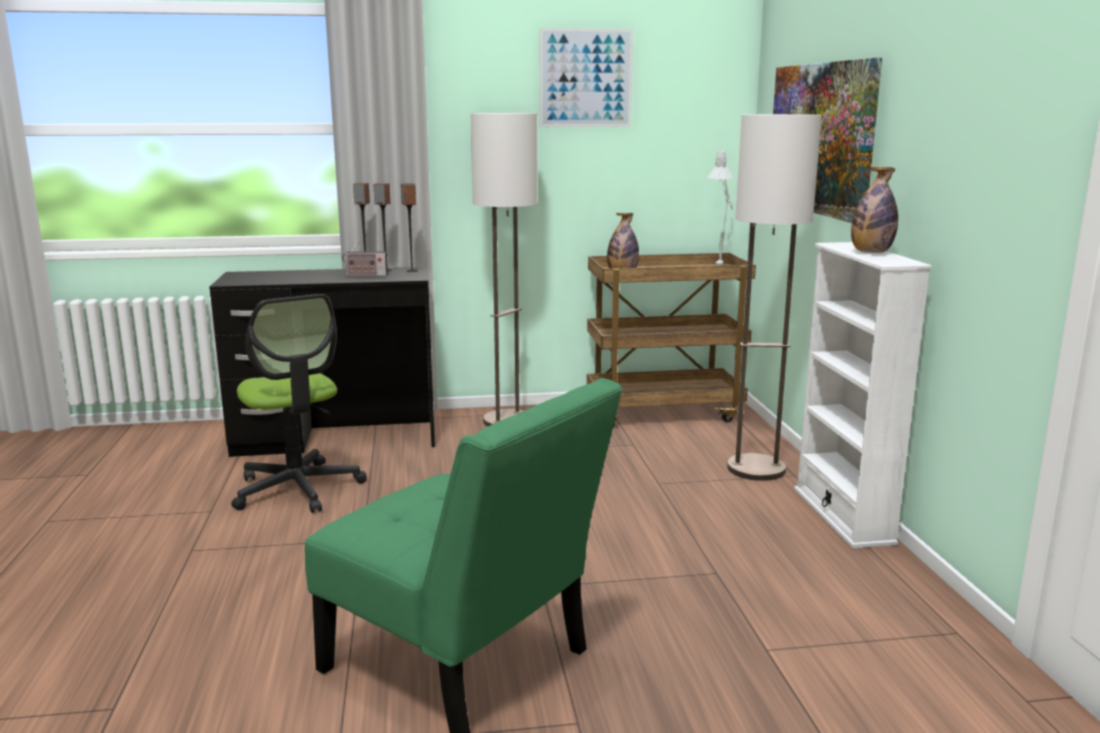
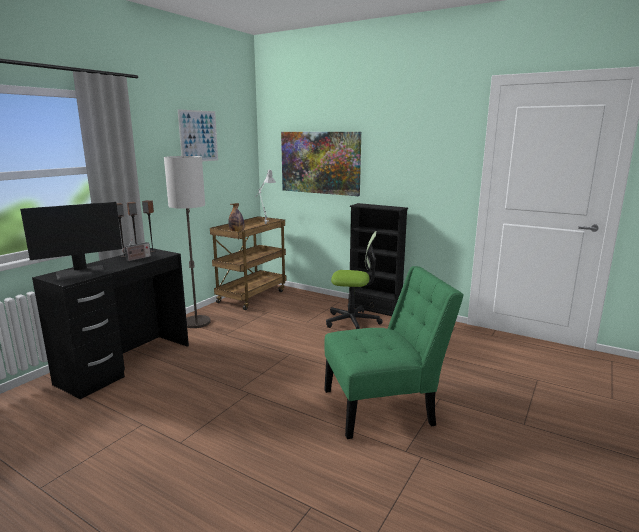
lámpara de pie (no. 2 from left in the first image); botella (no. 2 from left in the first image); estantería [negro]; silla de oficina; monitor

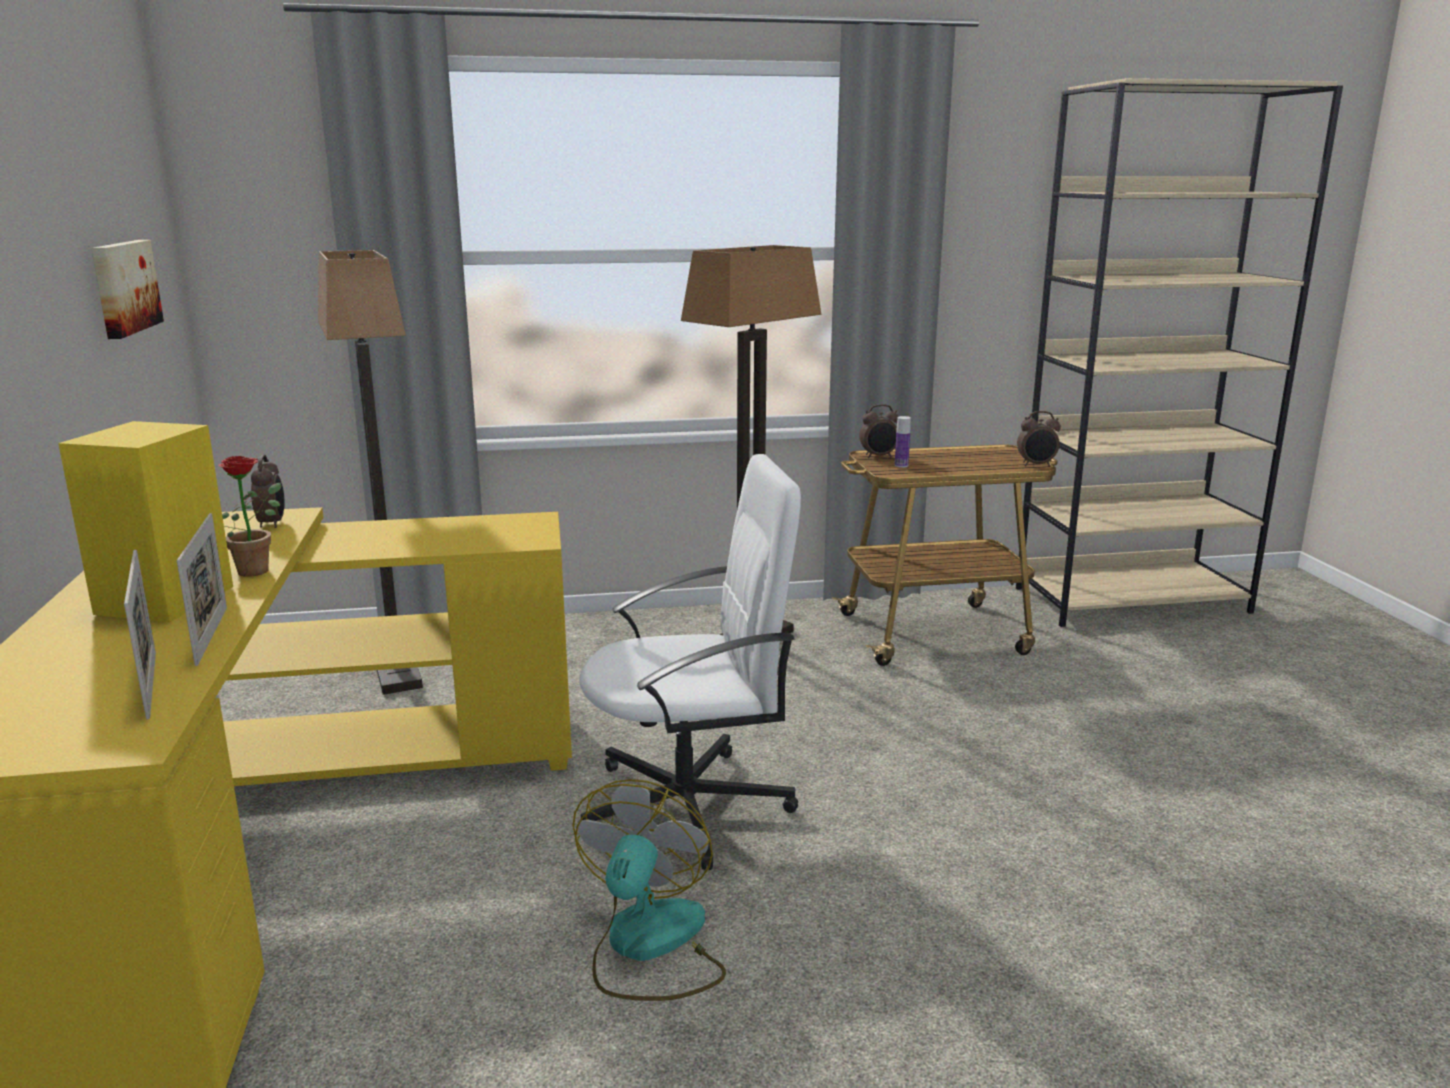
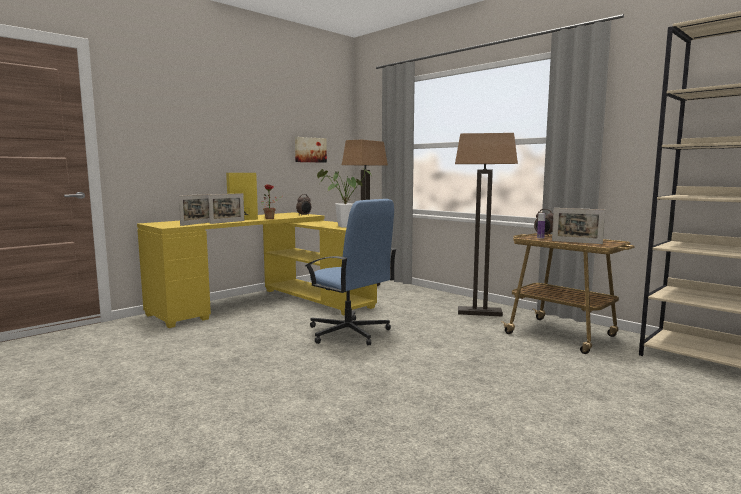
despertador (no. 3 from left in the first image); silla de oficina [azul]; ventilador; planta en maceta (no. 2 from left); portarretratos (no. 3 from left)

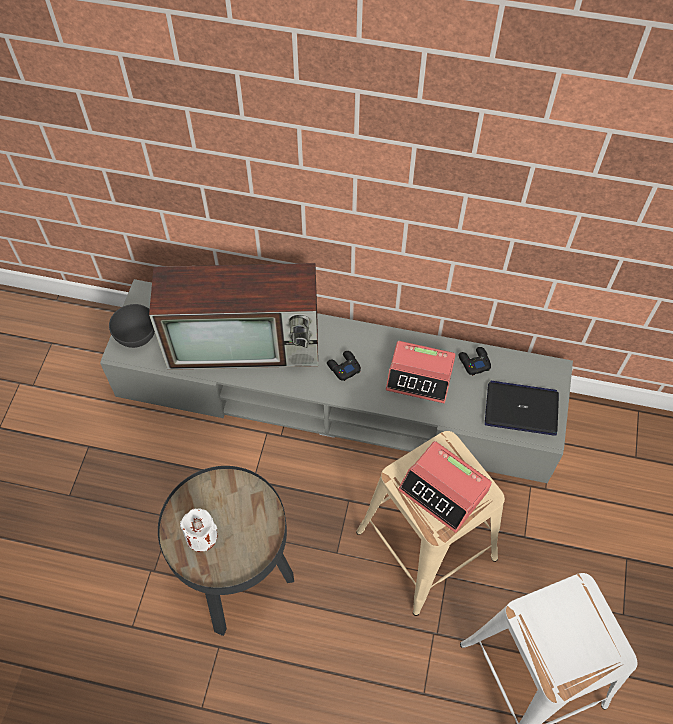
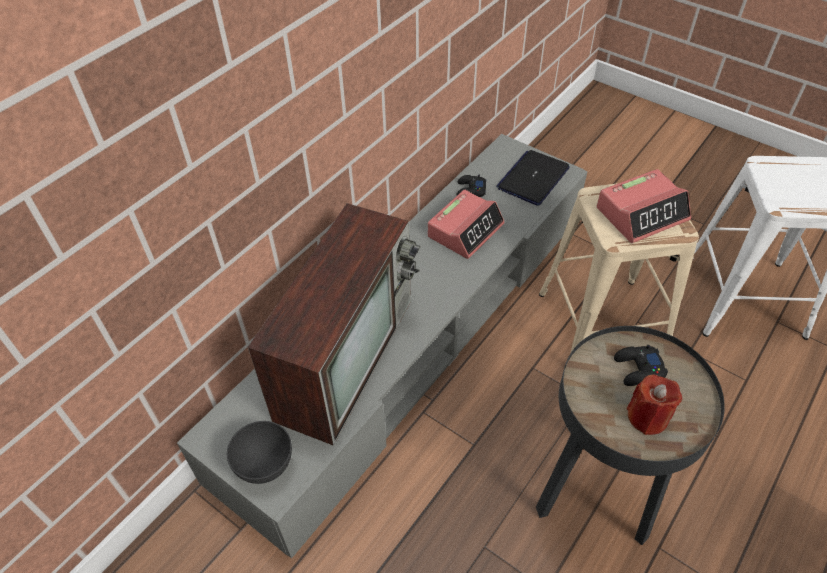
mando de consola [negro] (no. 2 from left); vela [rojo]

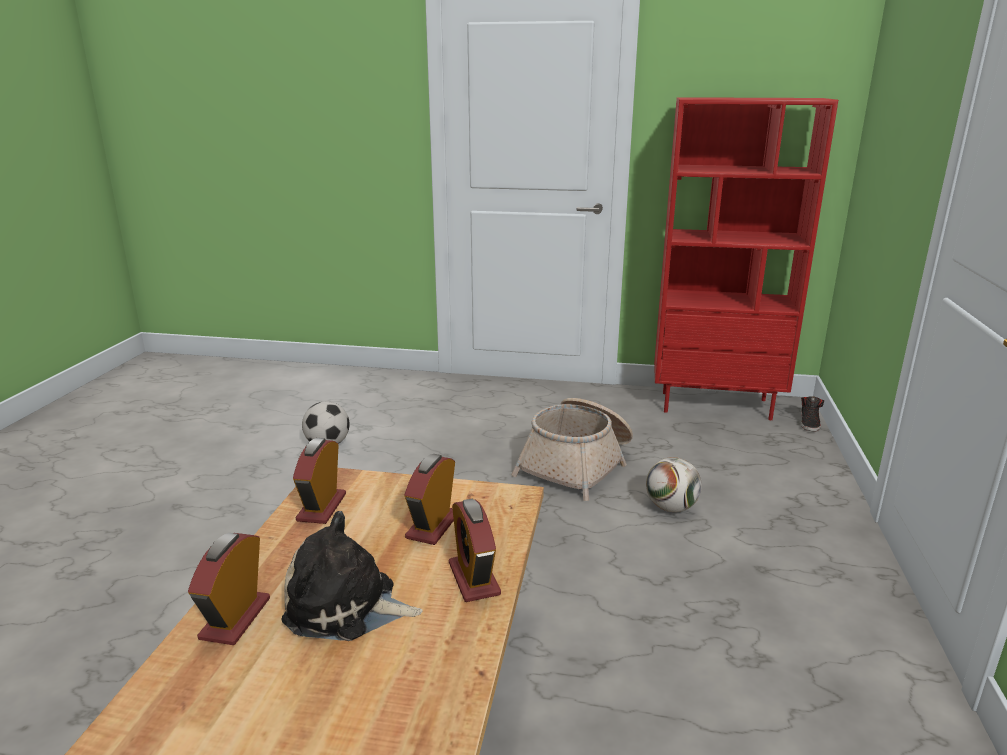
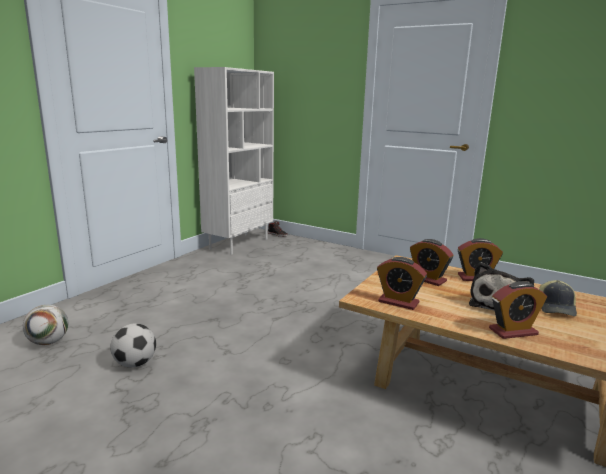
estantería [blanco]; cesta; balón de fútbol (no. 1 from left); despertador (no. 4 from left); gorra

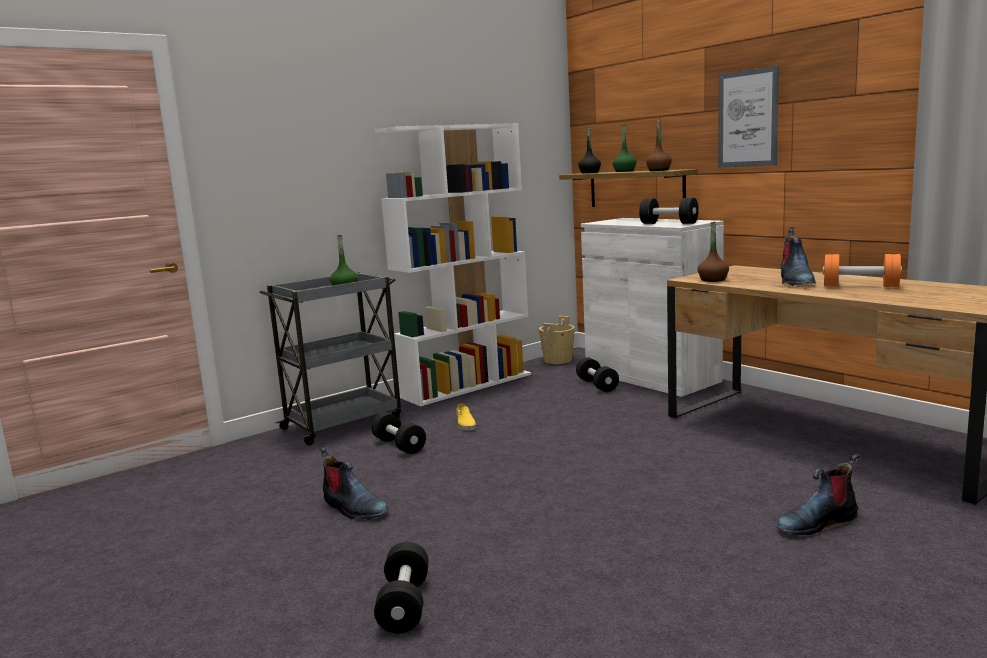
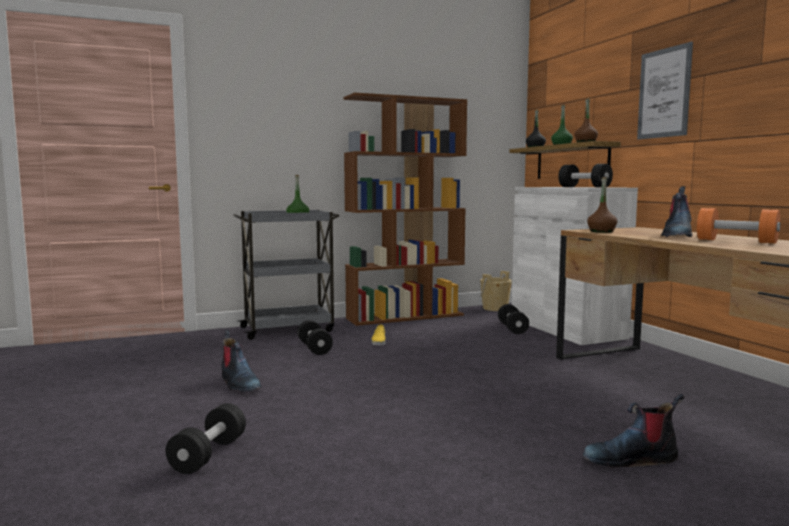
estantería [marrón]

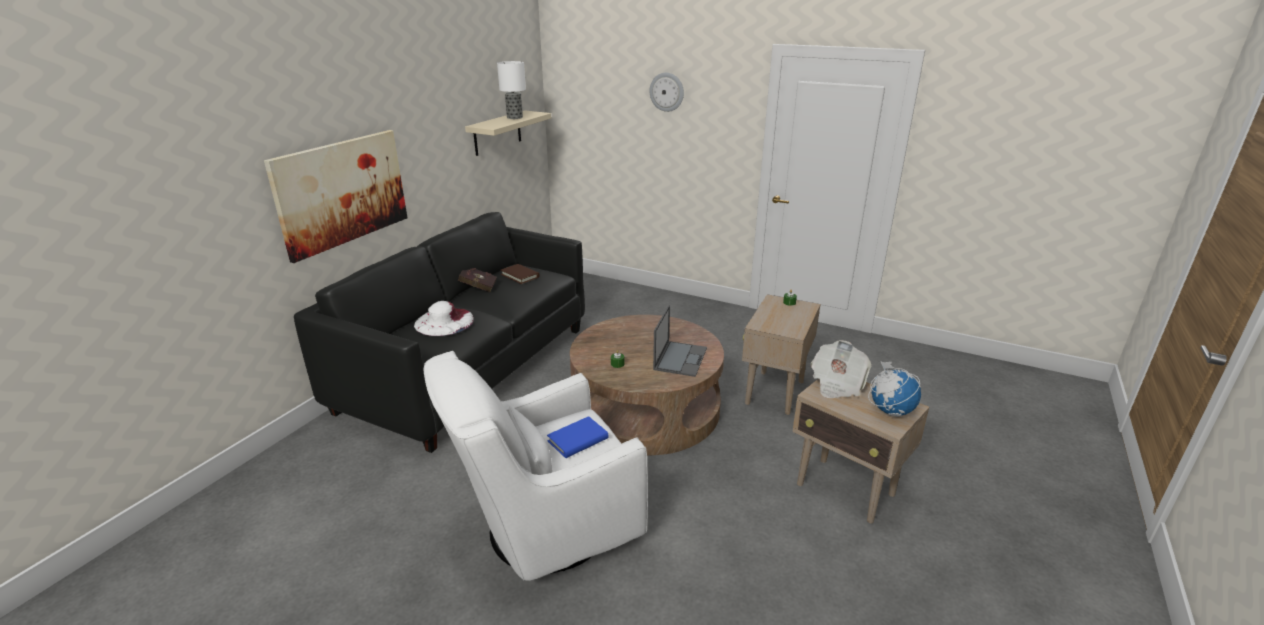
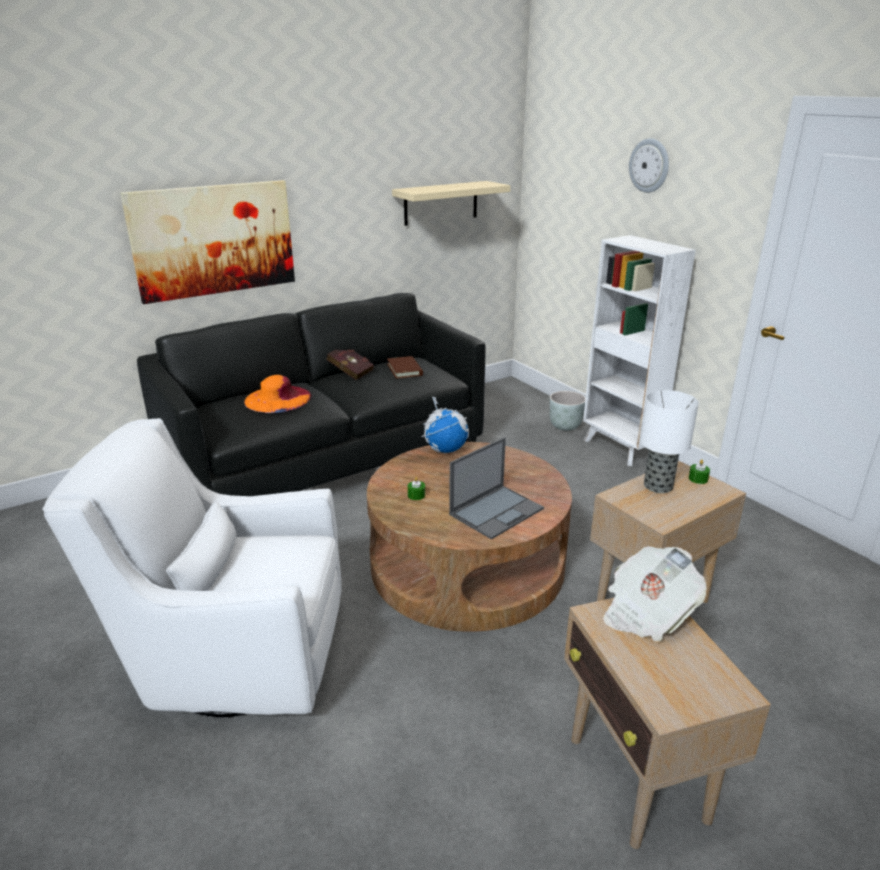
lámpara de mesa; sombrero [naranja]; globo terráqueo; libro [azul]; estantería [blanco]; maceta [gris]

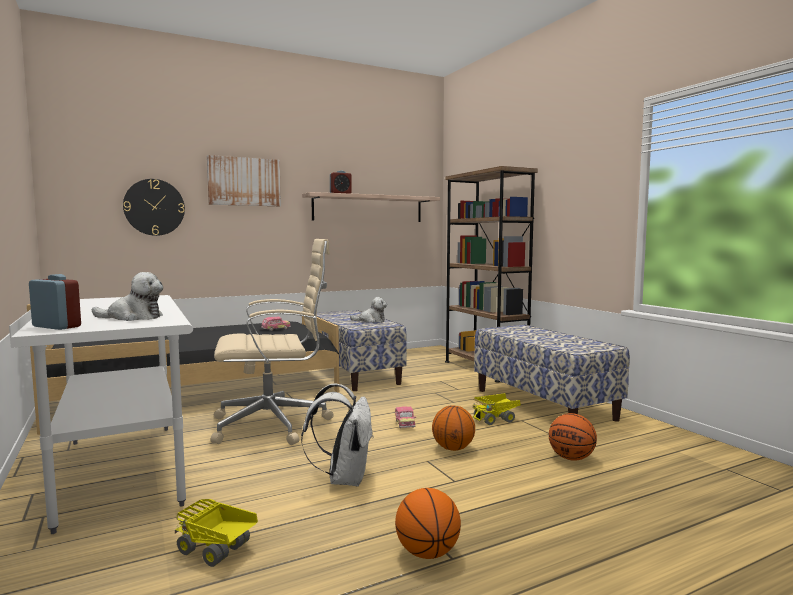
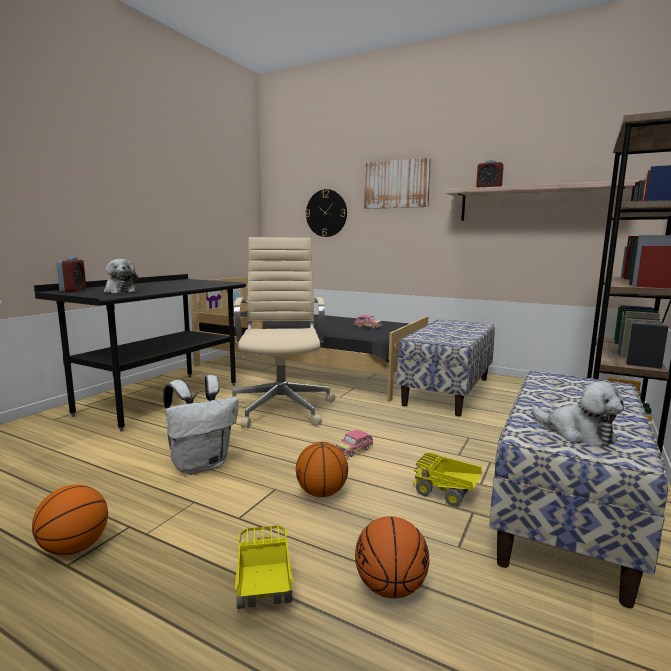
silla de oficina [beis]; escritorio [negro]; peluche (no. 2 from left); camión de juguete (no. 1 from left)

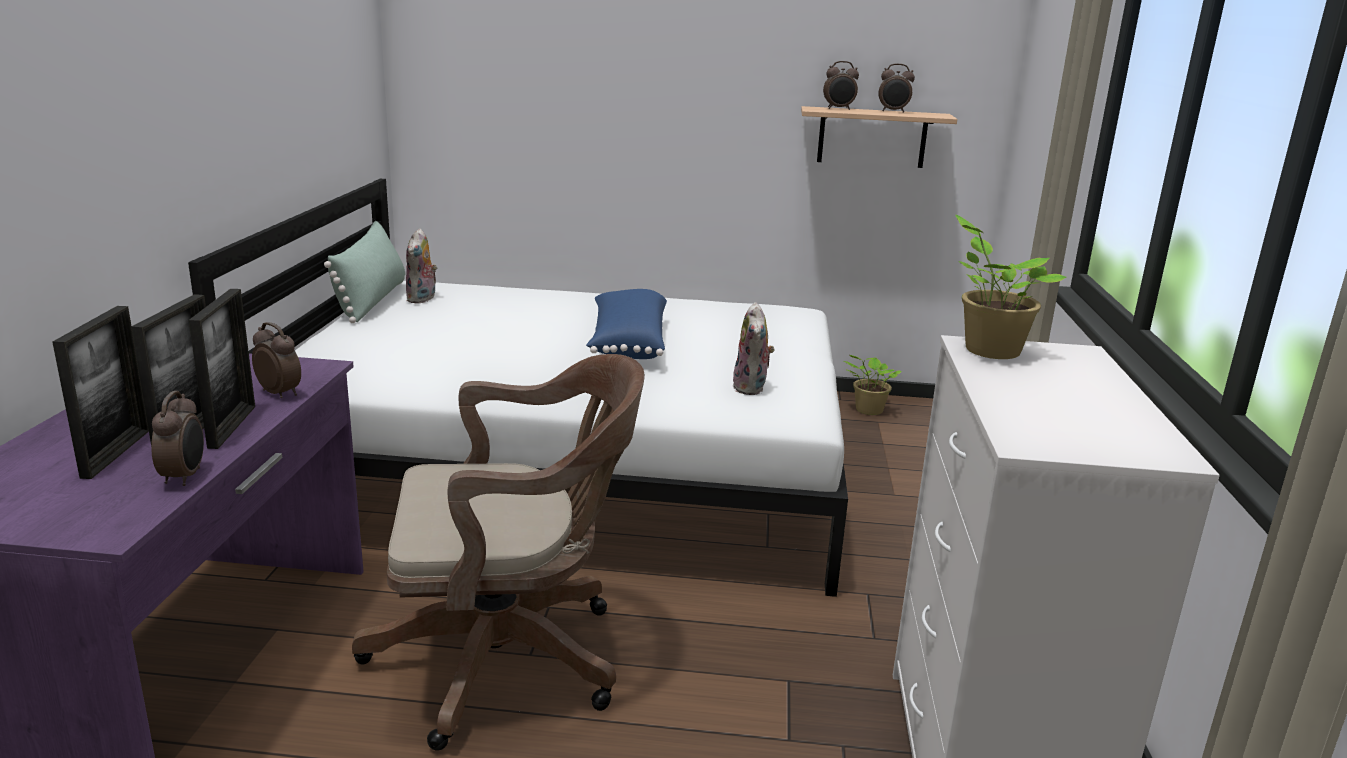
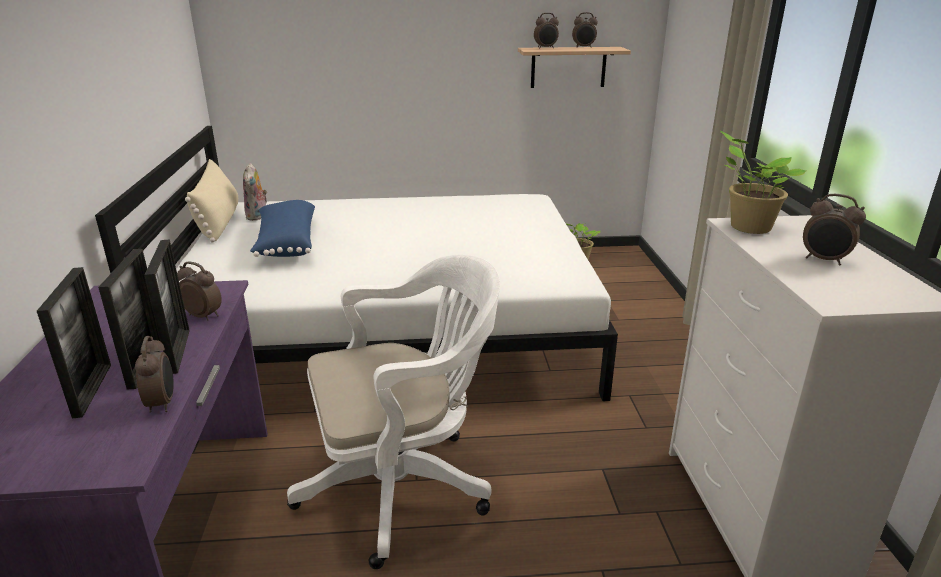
cojín [beis]; cojín [azul]; peluche (no. 2 from left in the first image); silla de oficina [blanco]; despertador (no. 5 from left)

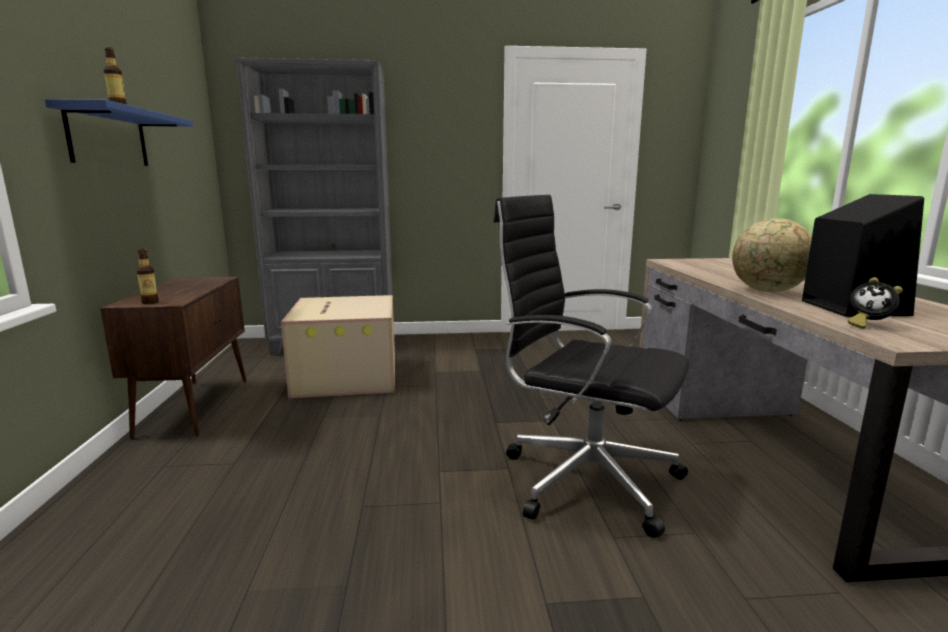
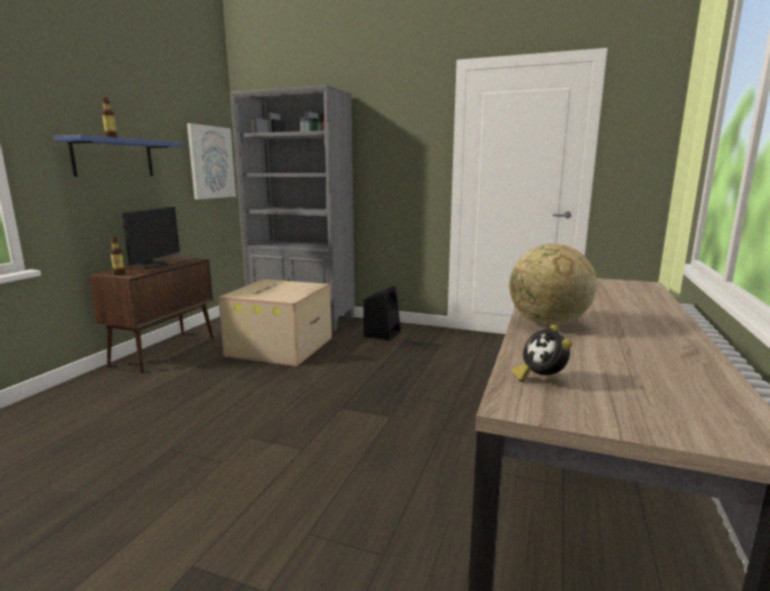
altavoz [negro]; silla de oficina [negro]; cuadro; monitor

